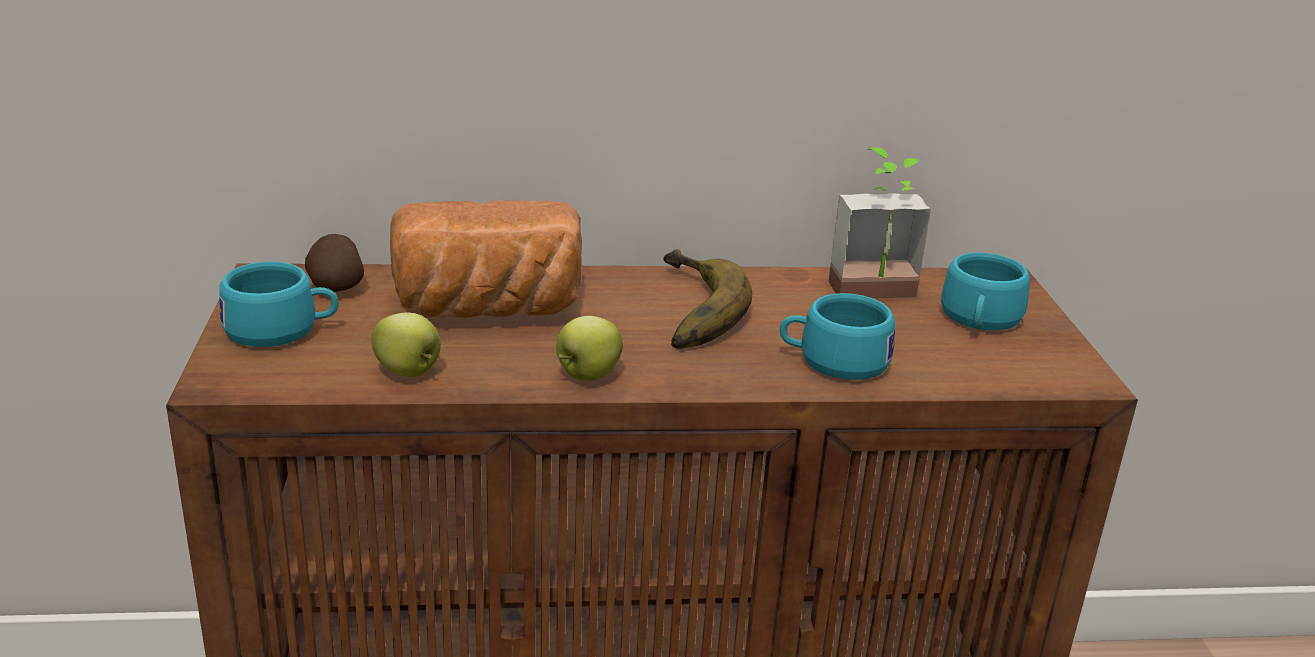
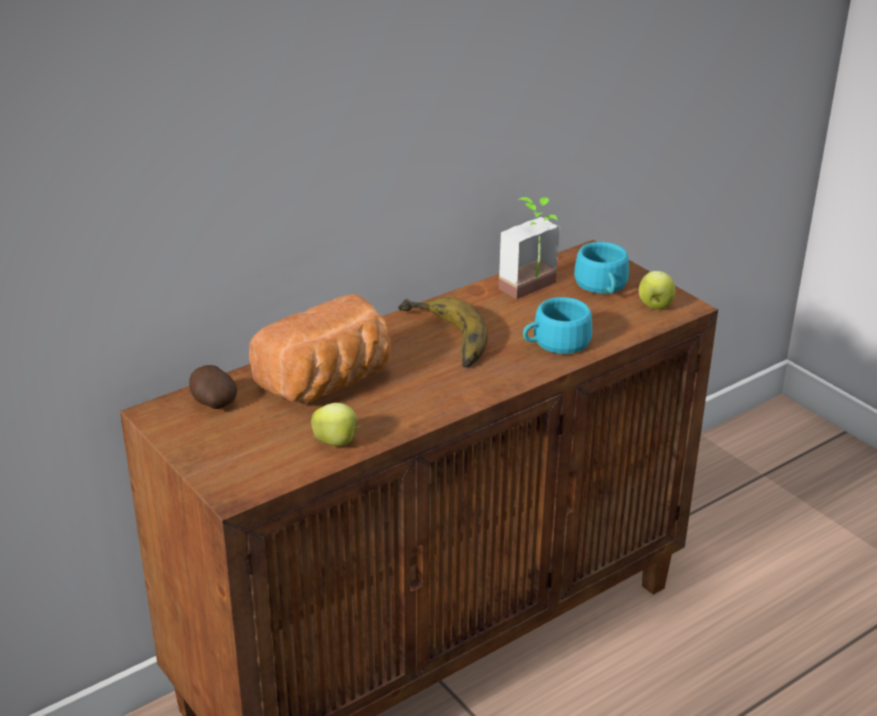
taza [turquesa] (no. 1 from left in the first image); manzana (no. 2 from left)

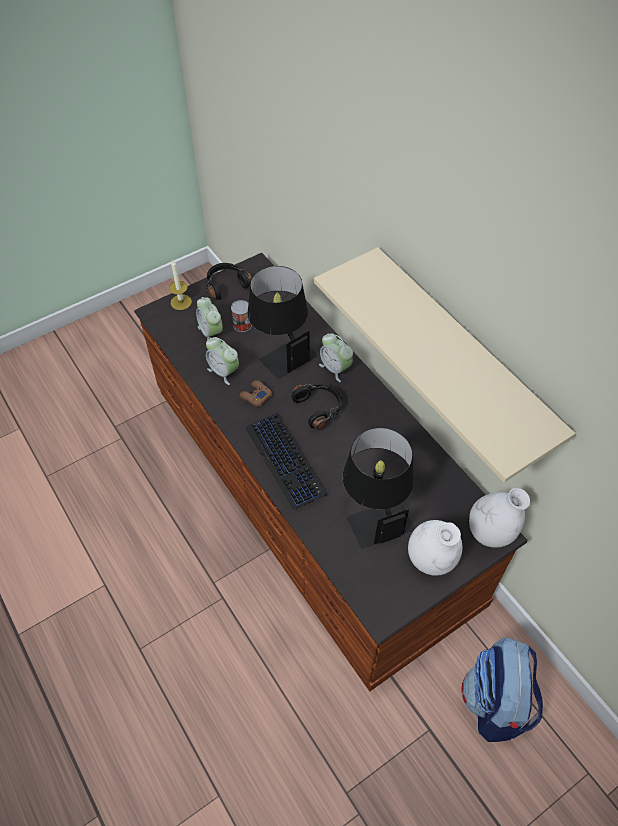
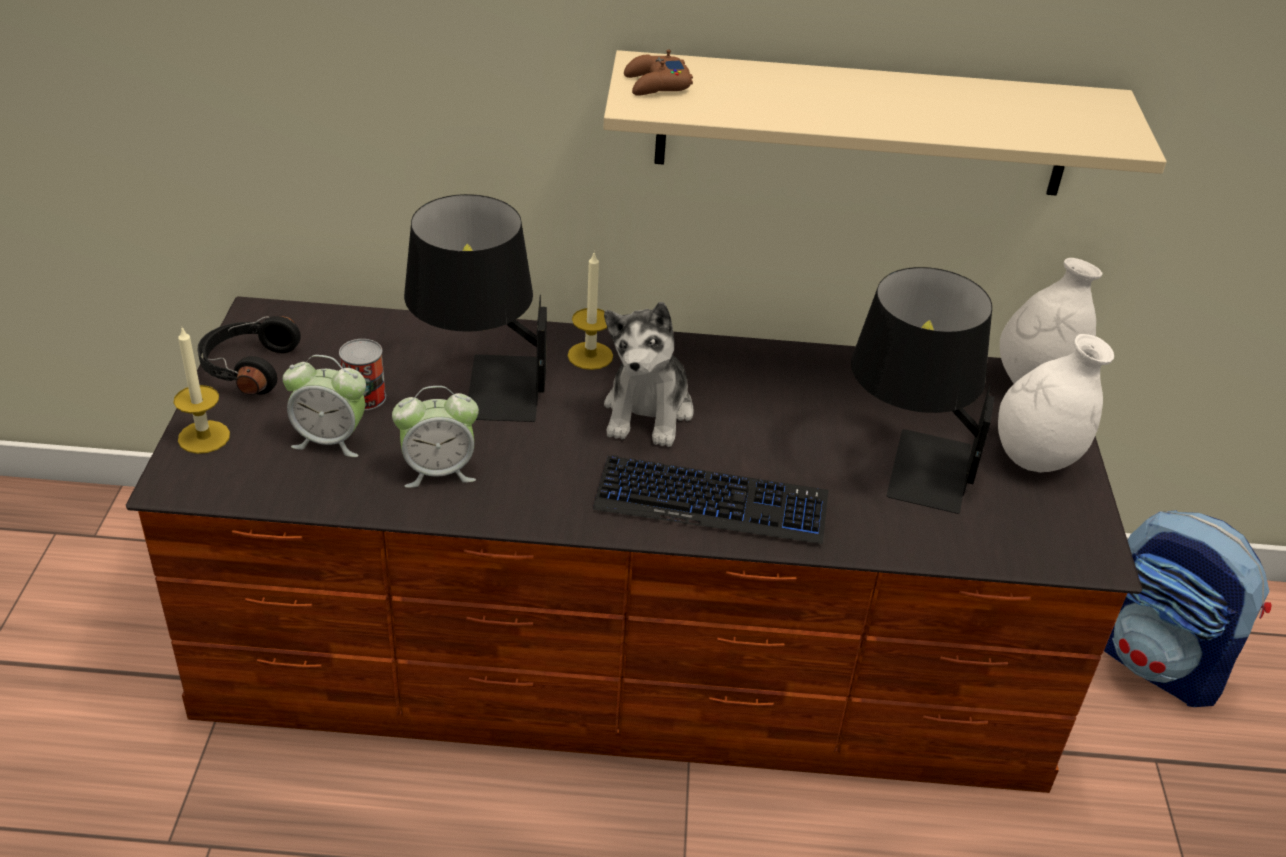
vela (no. 2 from left); mando de consola [marrón]; peluche

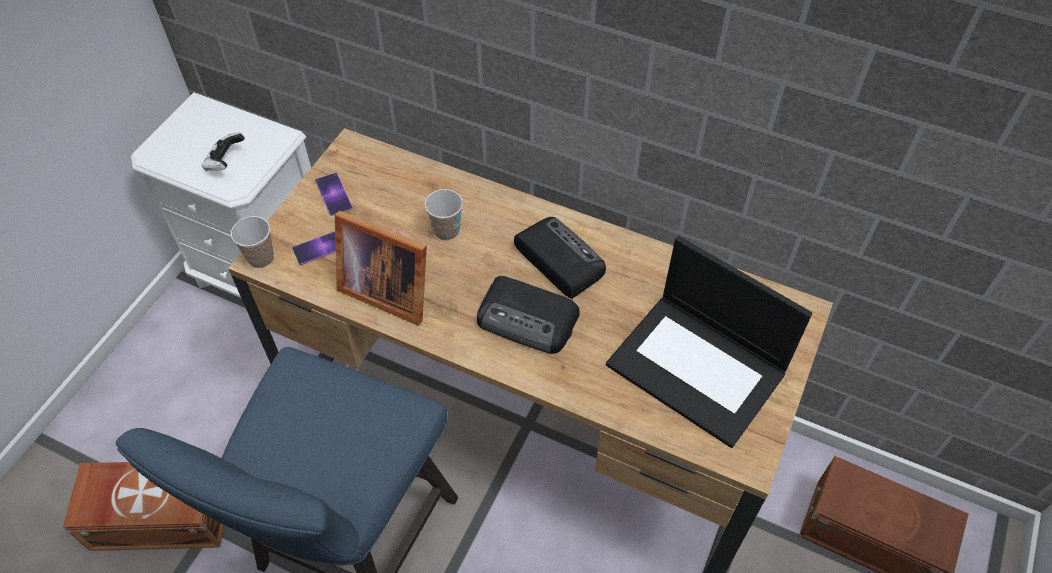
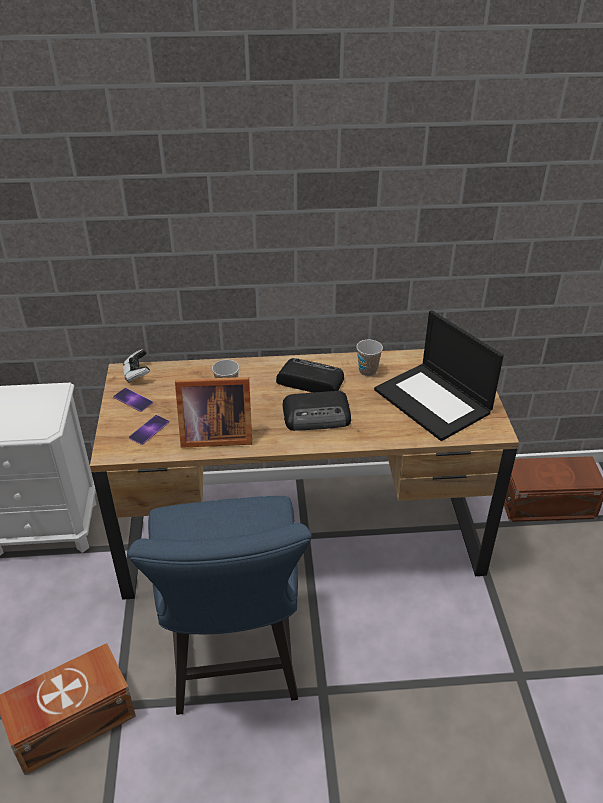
mando de consola; taza (no. 2 from left); portátil

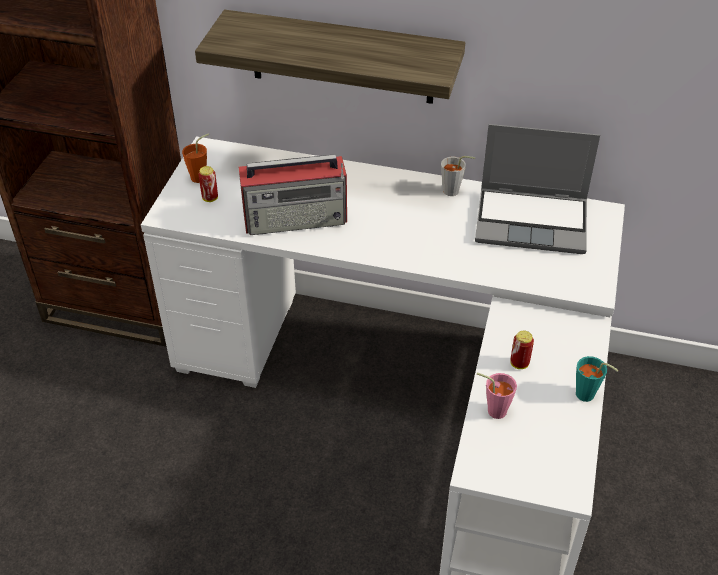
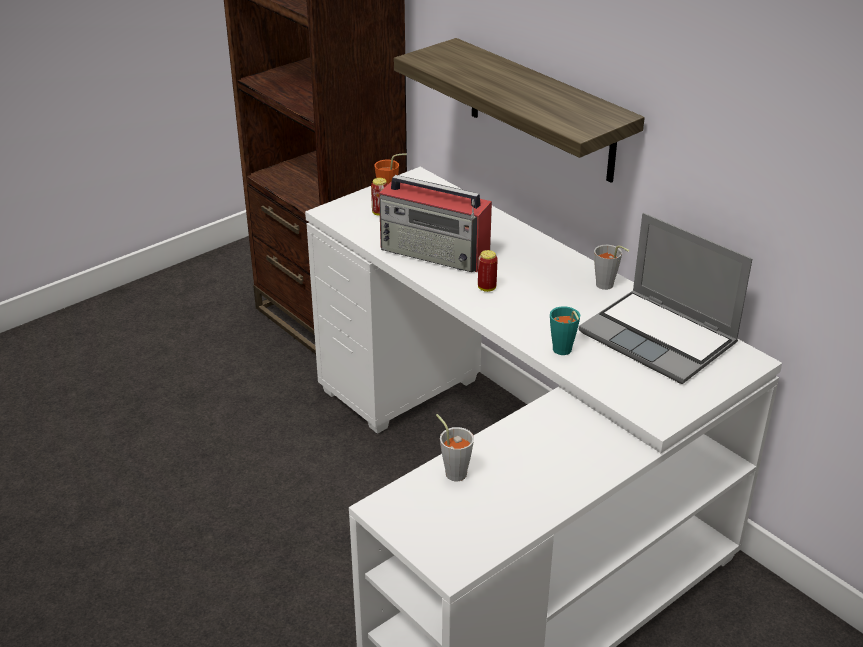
lata (no. 2 from left); taza [turquesa]; taza [gris] (no. 1 from left)

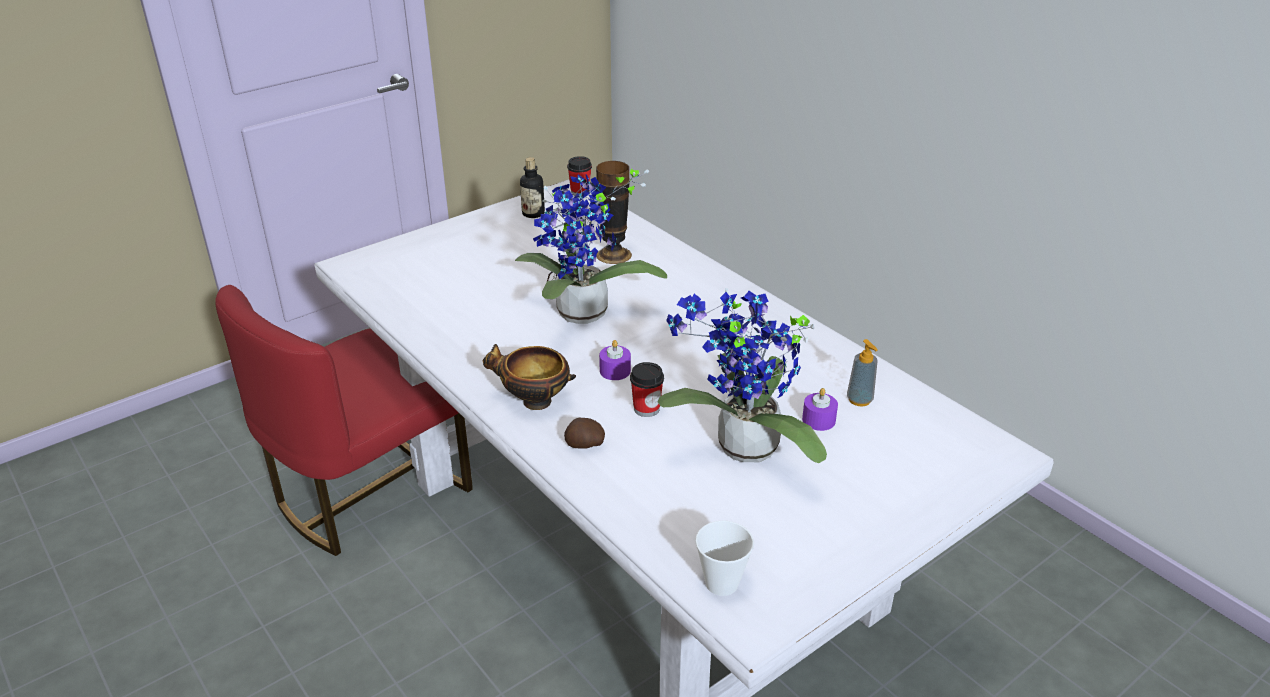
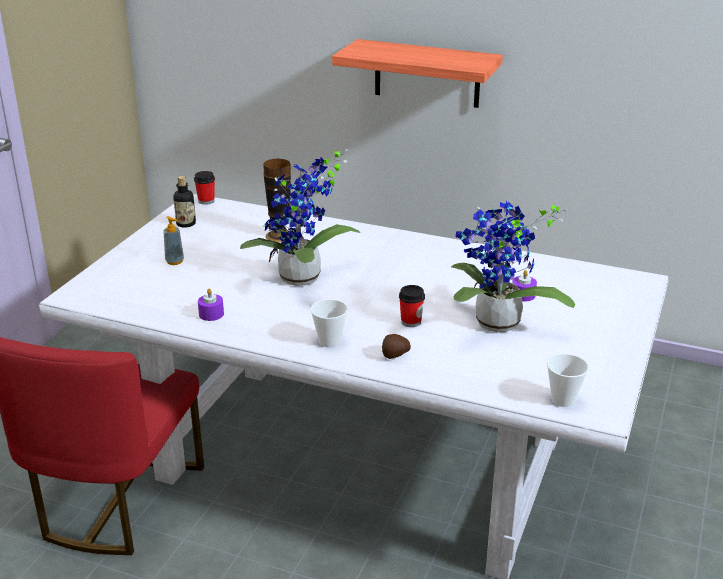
dispensador de jabón; vela [morado] (no. 1 from left); taza (no. 2 from left); estante

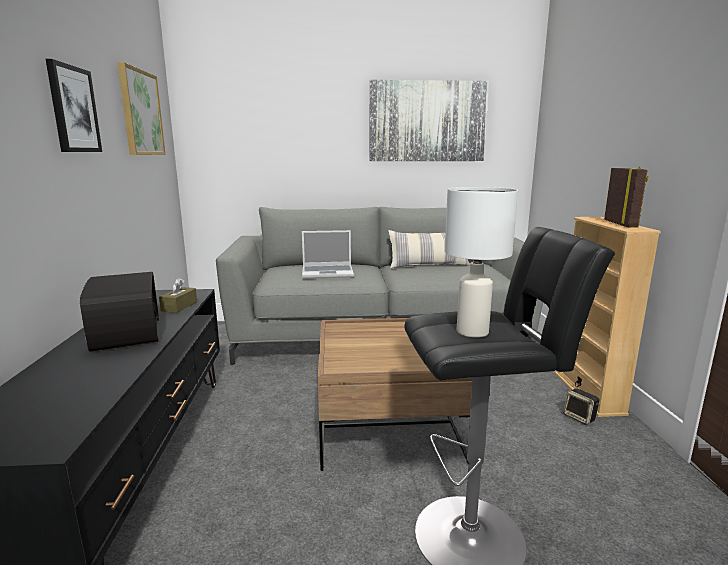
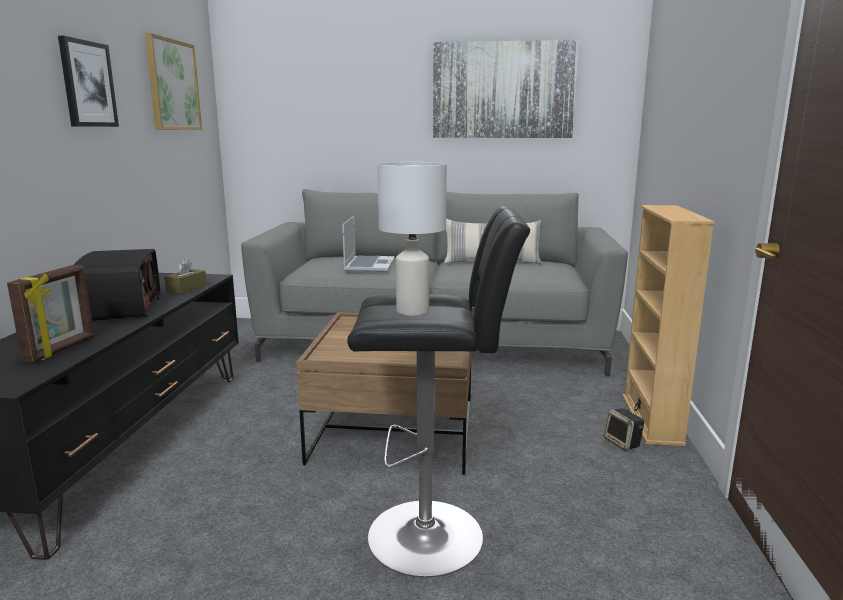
portarretratos; portátil

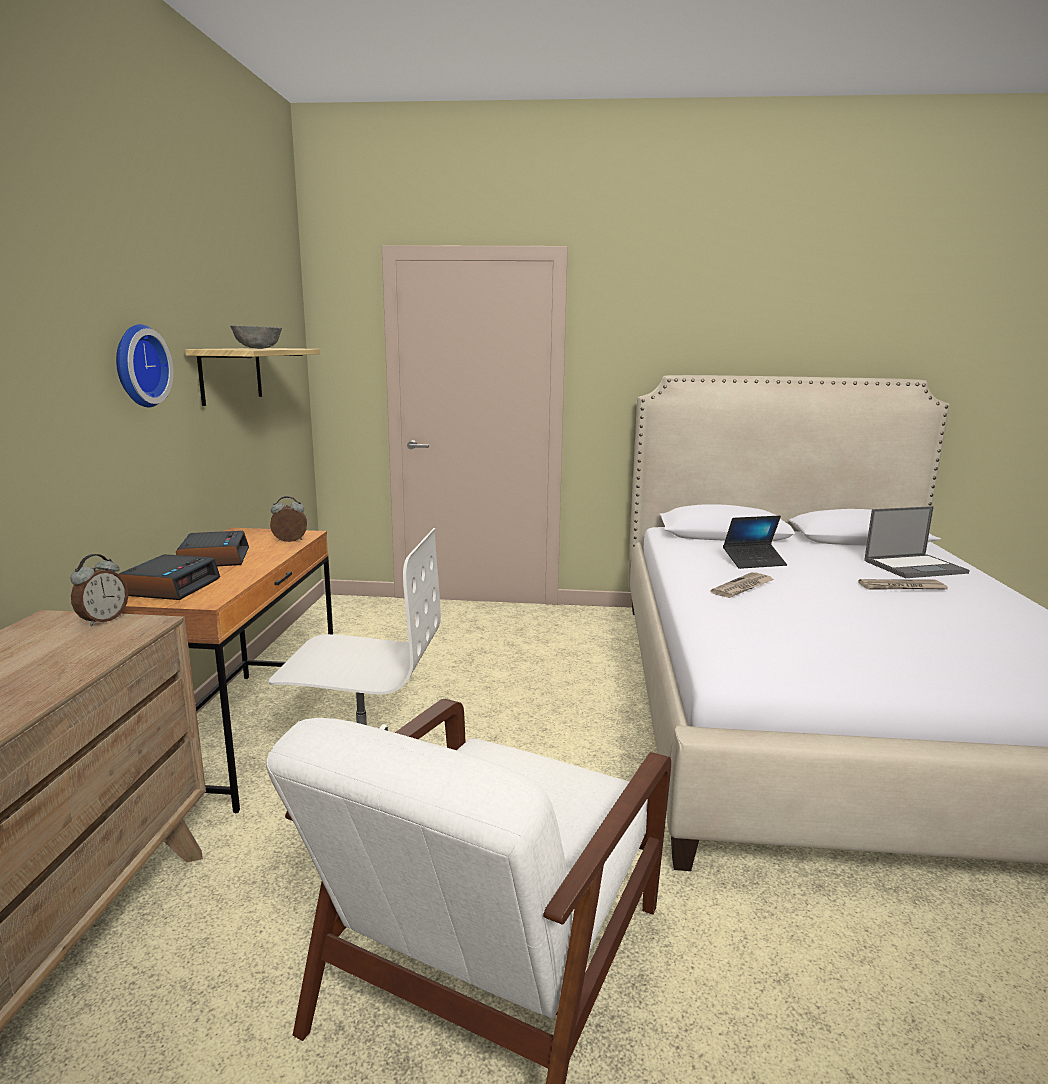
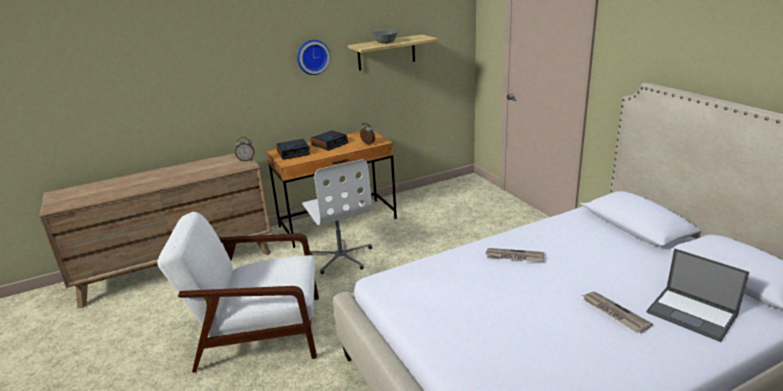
portátil (no. 1 from left in the first image)

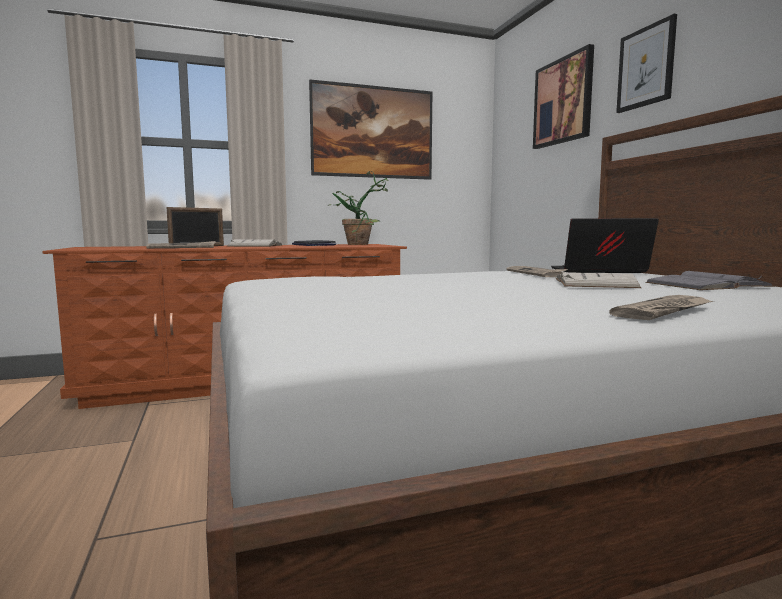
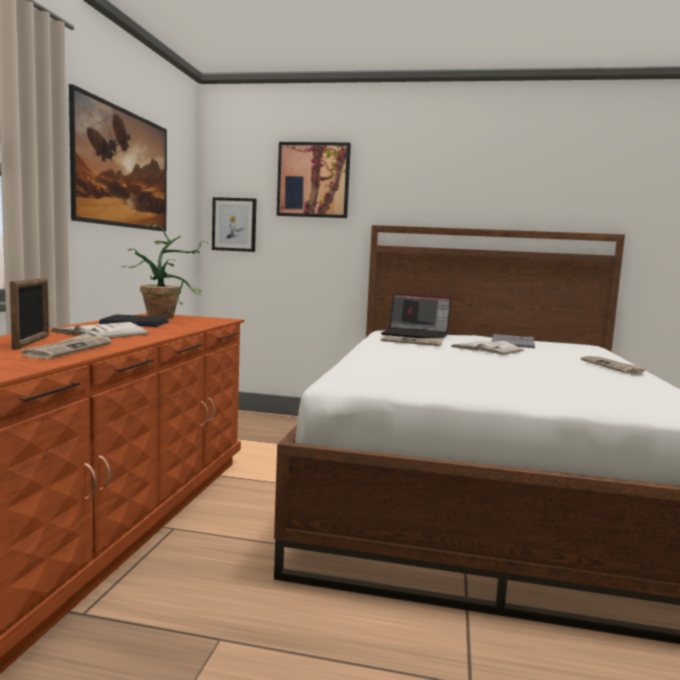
cuadro (no. 2 from left); portátil (no. 2 from left)

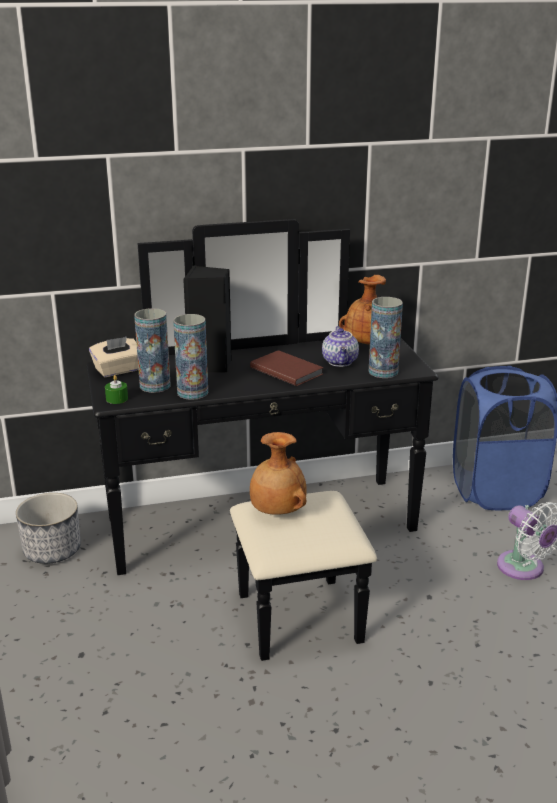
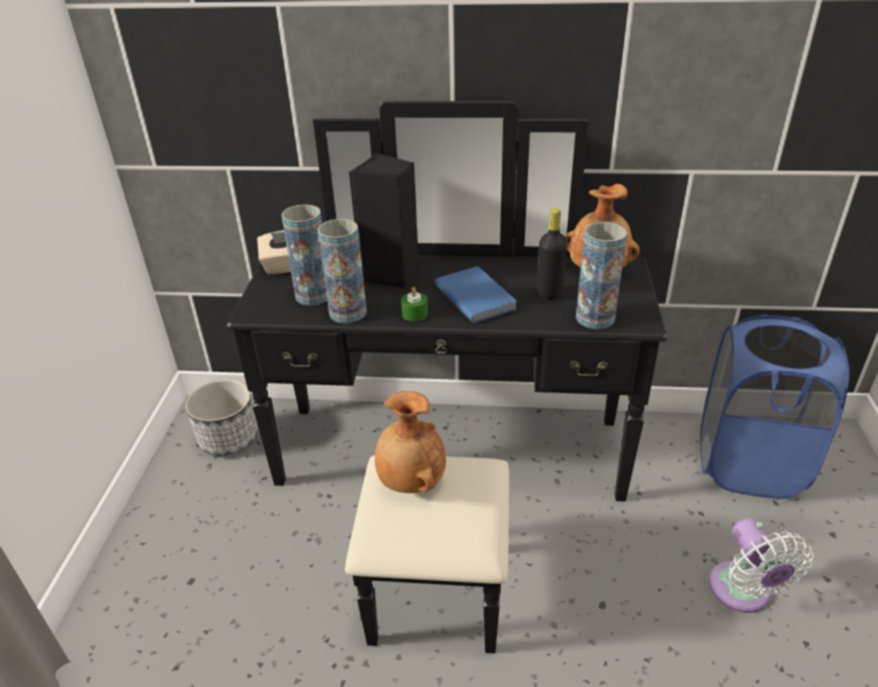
botella [negro]; libro [azul]; vela [verde]

